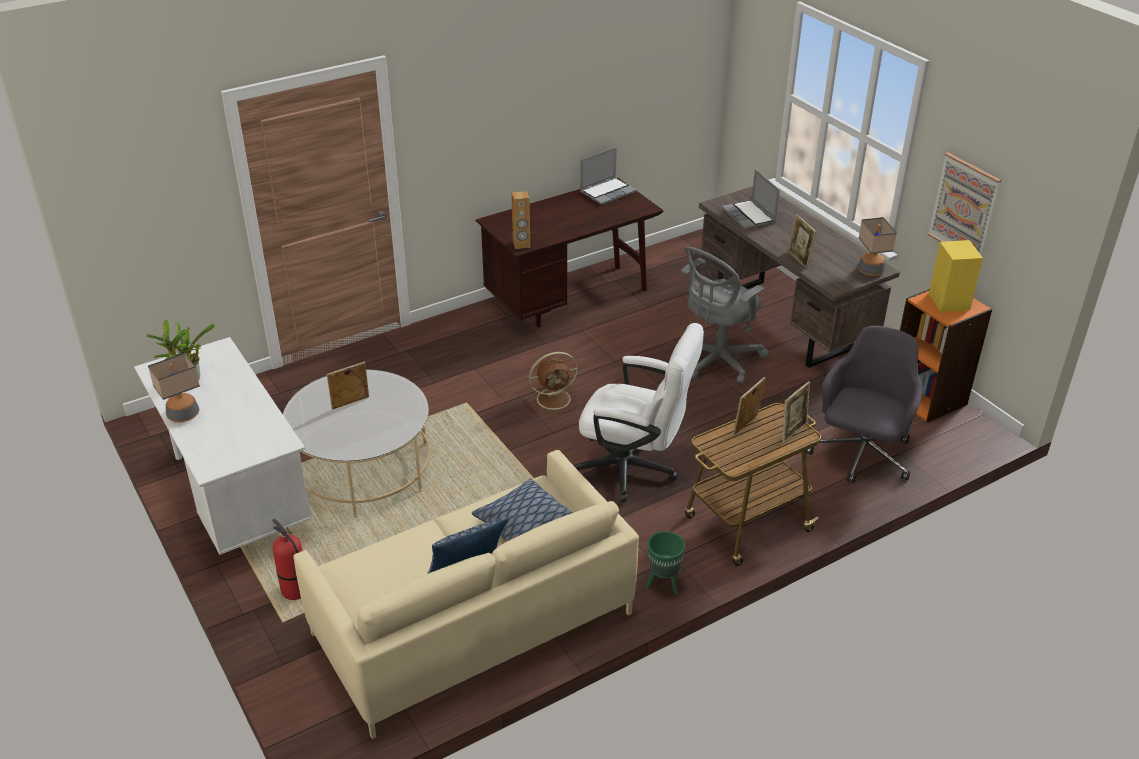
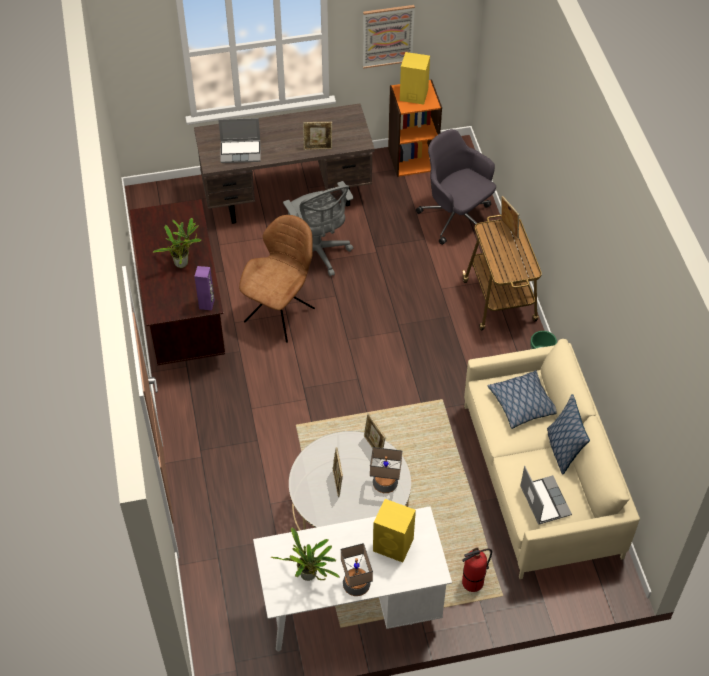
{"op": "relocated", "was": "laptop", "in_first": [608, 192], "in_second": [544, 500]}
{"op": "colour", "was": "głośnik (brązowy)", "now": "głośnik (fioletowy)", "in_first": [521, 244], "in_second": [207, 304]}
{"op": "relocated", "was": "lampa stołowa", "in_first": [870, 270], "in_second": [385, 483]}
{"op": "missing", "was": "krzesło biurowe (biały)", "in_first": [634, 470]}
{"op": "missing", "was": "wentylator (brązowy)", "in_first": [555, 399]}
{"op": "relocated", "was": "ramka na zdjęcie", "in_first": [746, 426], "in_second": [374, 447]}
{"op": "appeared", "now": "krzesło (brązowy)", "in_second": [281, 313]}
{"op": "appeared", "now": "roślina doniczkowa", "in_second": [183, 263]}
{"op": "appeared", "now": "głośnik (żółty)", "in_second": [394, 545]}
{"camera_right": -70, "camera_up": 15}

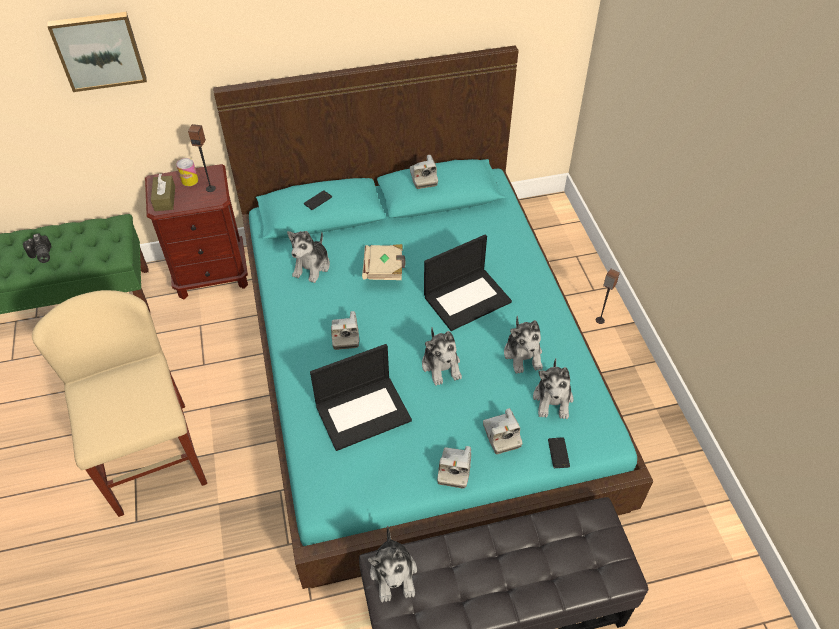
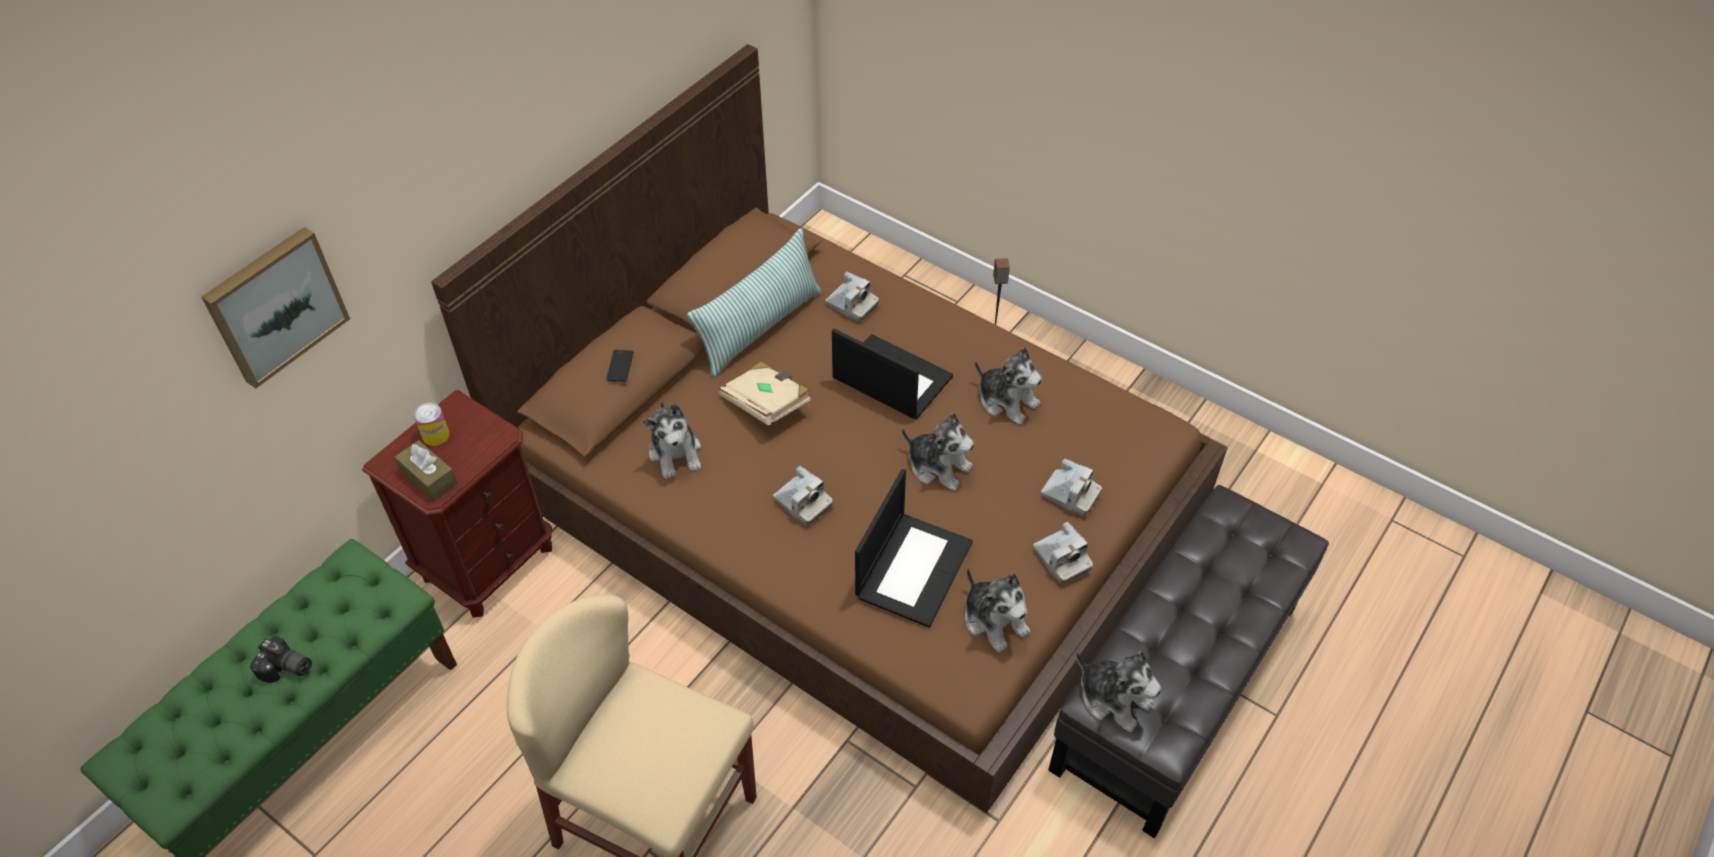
{"op": "colour", "was": "łóżko (turkusowy)", "now": "łóżko (brązowy)", "in_first": [419, 362], "in_second": [855, 497]}
{"op": "missing", "was": "głośnik", "in_first": [211, 188]}
{"op": "relocated", "was": "aparat fotograficzny", "in_first": [423, 178], "in_second": [852, 306]}
{"op": "spun", "was": "laptop", "in_first": [467, 298], "in_second": [890, 378], "clockwise": -75}
{"op": "relocated", "was": "pluszak", "in_first": [553, 399], "in_second": [994, 620]}
{"op": "missing", "was": "telefon", "in_first": [558, 453]}
{"op": "appeared", "now": "poduszka", "in_second": [760, 328]}
{"camera_right": -40, "camera_up": 0}

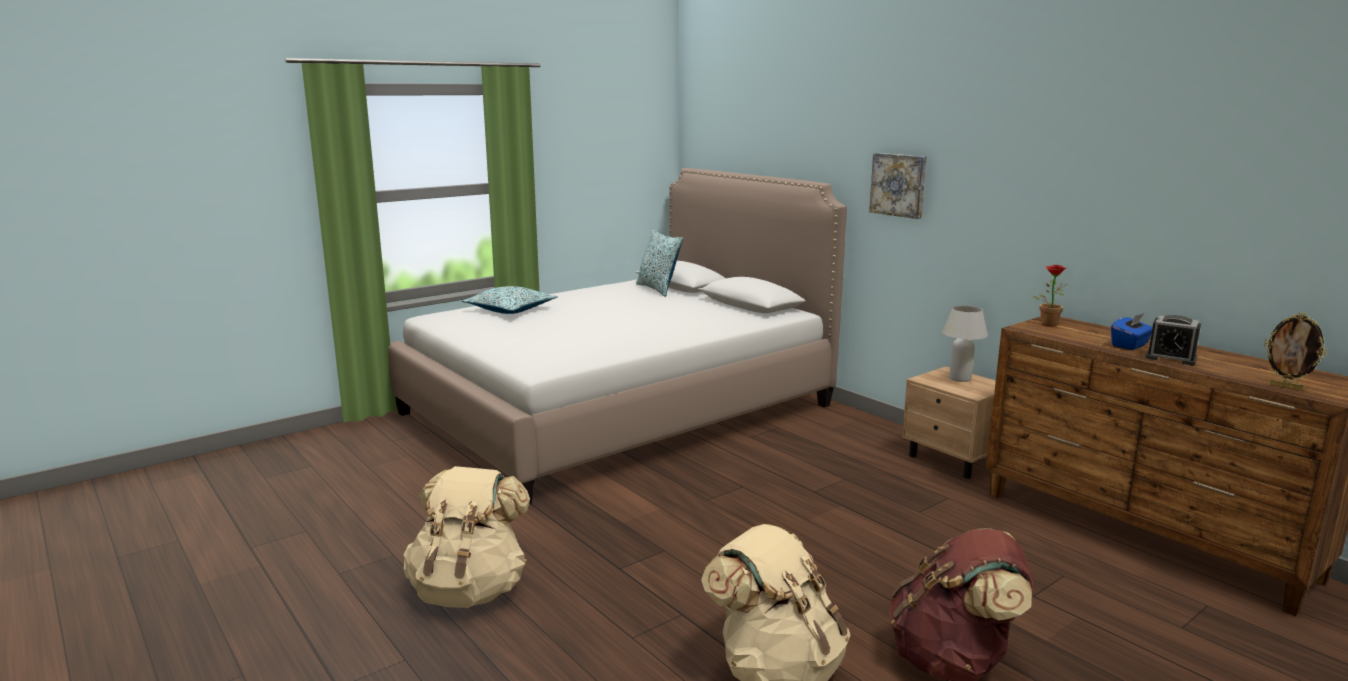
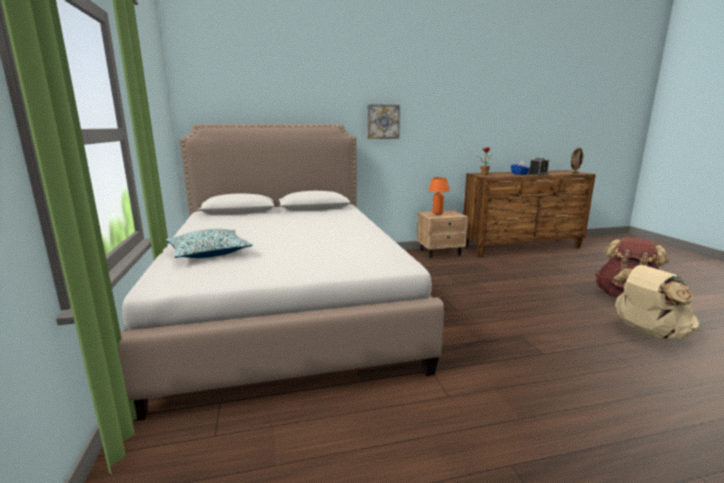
{"op": "missing", "was": "poduszka", "in_first": [658, 289]}
{"op": "colour", "was": "lampa stołowa (biały)", "now": "lampa stołowa (pomarańczowy)", "in_first": [960, 378], "in_second": [437, 213]}
{"op": "missing", "was": "plecak (beżowy)", "in_first": [470, 590]}
{"camera_right": -65, "camera_up": 0}

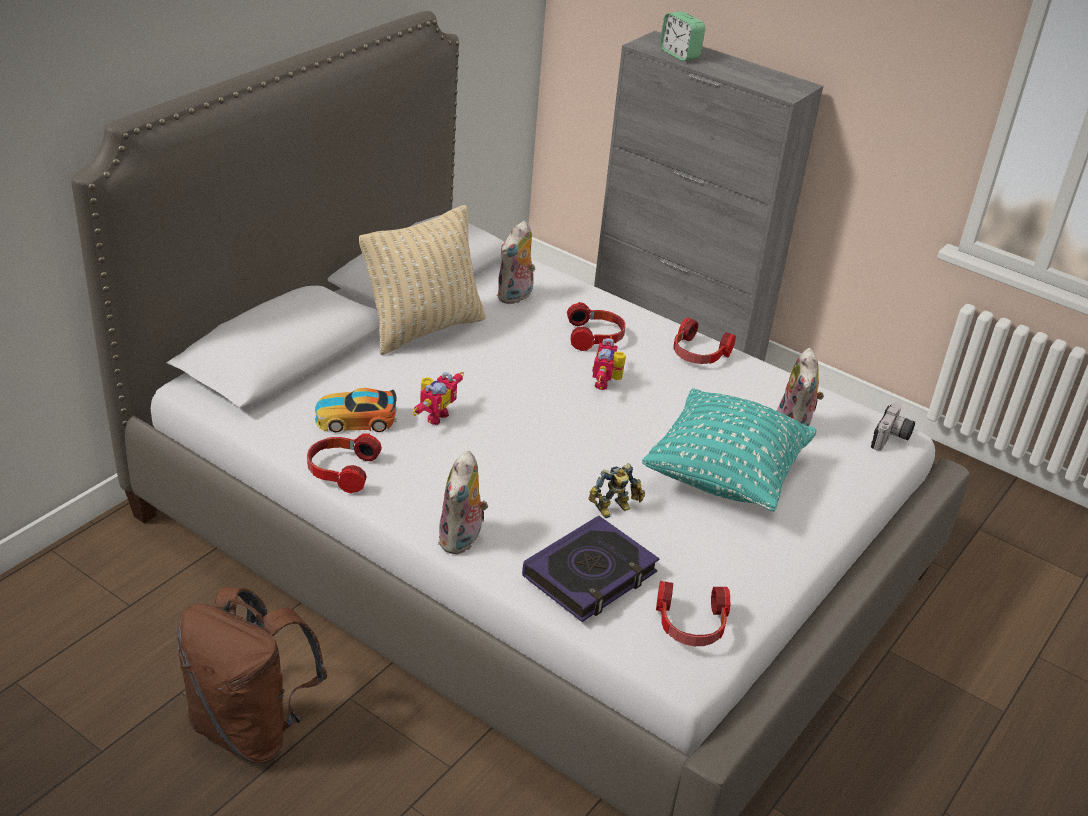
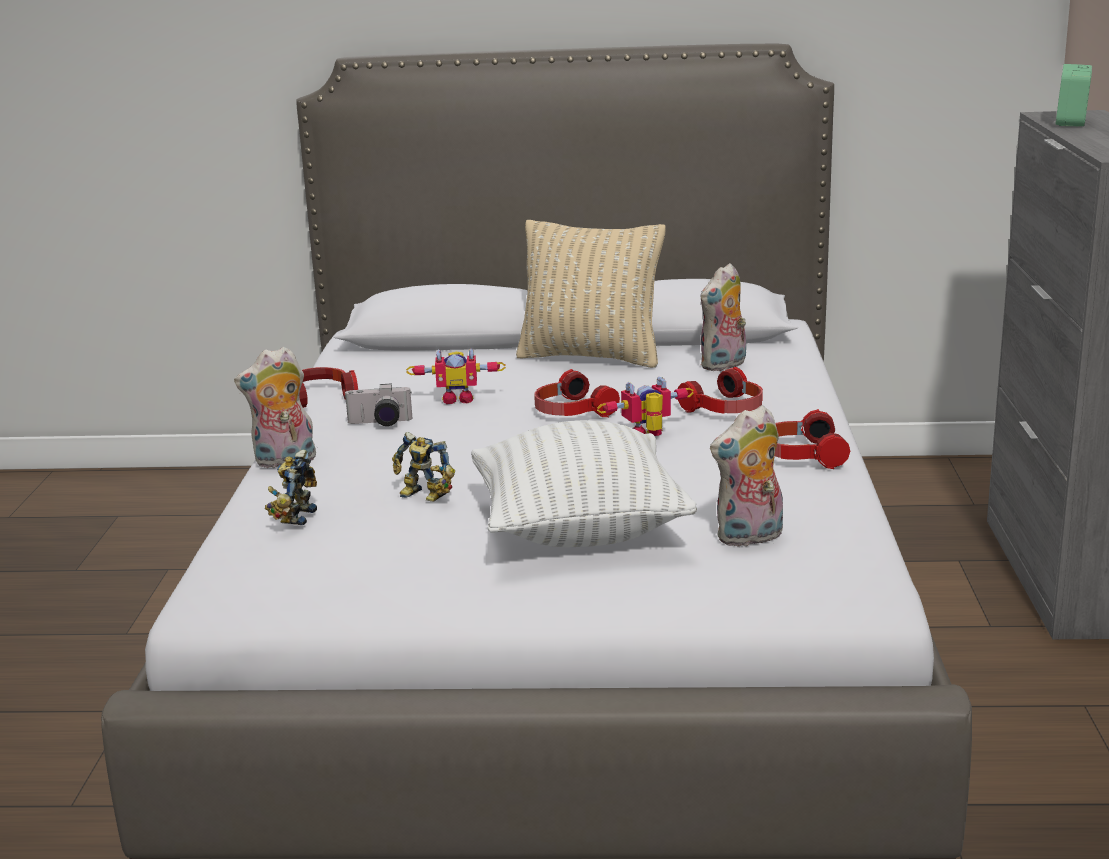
{"op": "spun", "was": "pluszak", "in_first": [515, 297], "in_second": [724, 365], "clockwise": -45}
{"op": "missing", "was": "samochodzik", "in_first": [355, 419]}
{"op": "colour", "was": "poduszka (turkusowy)", "now": "poduszka (biały)", "in_first": [724, 477], "in_second": [579, 530]}
{"op": "relocated", "was": "aparat fotograficzny", "in_first": [891, 439], "in_second": [380, 423]}
{"op": "exchanged", "was": "książka", "now": "robot zabawkowy", "in_first": [590, 575], "in_second": [294, 516]}
{"op": "relocated", "was": "słuchawki", "in_first": [691, 625], "in_second": [571, 412]}
{"op": "missing", "was": "plecak (brązowy)", "in_first": [251, 728]}
{"camera_right": 60, "camera_up": -15}

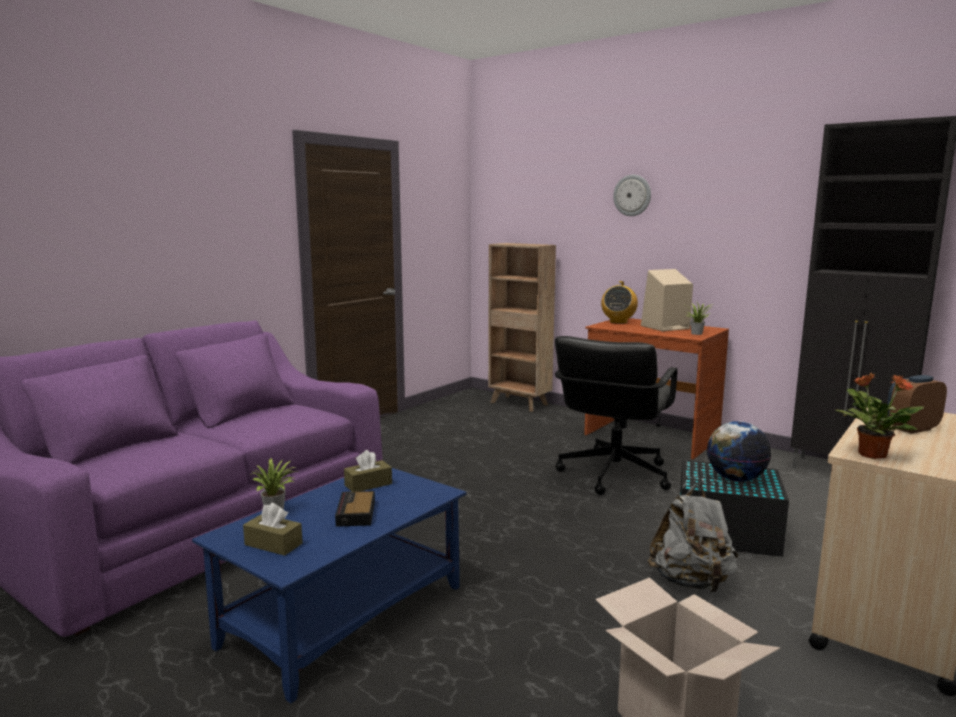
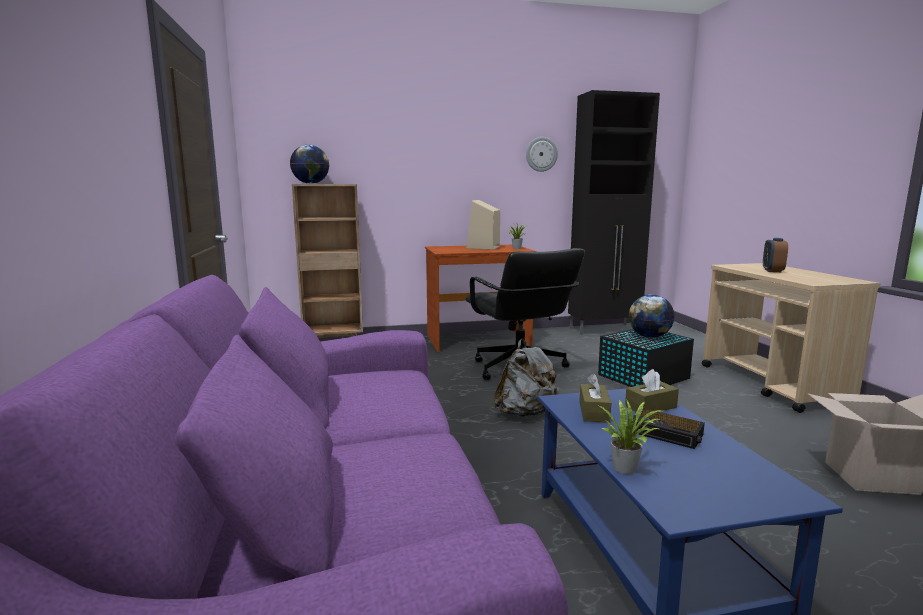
{"op": "relocated", "was": "zegar ścienny", "in_first": [632, 195], "in_second": [541, 154]}
{"op": "missing", "was": "radio", "in_first": [618, 322]}
{"op": "missing", "was": "roślina doniczkowa", "in_first": [871, 454]}
{"op": "relocated", "was": "plecak (szary)", "in_first": [691, 582], "in_second": [526, 413]}
{"op": "relocated", "was": "pudełko chusteczek (brązowy)", "in_first": [273, 544], "in_second": [650, 407]}
{"op": "appeared", "now": "globus", "in_second": [311, 183]}
{"camera_right": -50, "camera_up": 0}

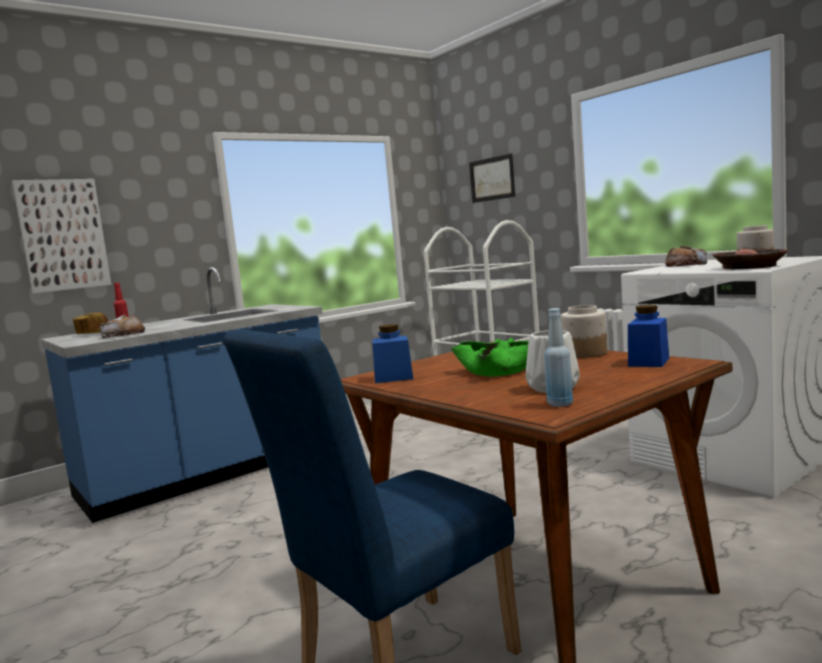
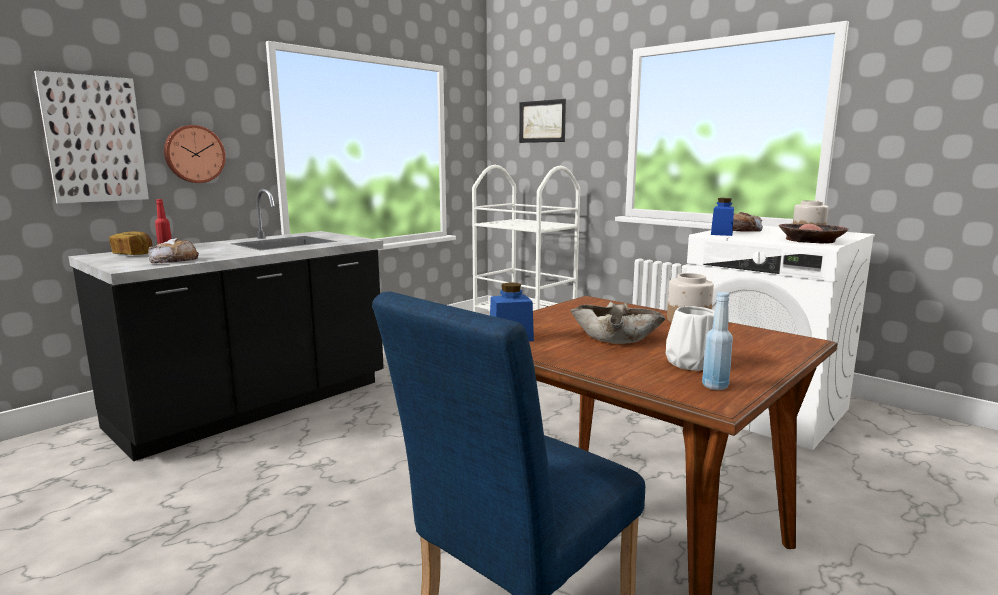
{"op": "colour", "was": "zabudowa kuchenna (niebieski)", "now": "zabudowa kuchenna (czarny)", "in_first": [209, 473], "in_second": [255, 406]}
{"op": "relocated", "was": "słoik (niebieski)", "in_first": [648, 362], "in_second": [721, 233]}
{"op": "colour", "was": "miska (zielony)", "now": "miska (beżowy)", "in_first": [498, 370], "in_second": [616, 336]}
{"op": "appeared", "now": "zegar ścienny", "in_second": [194, 154]}
{"camera_right": -10, "camera_up": 5}

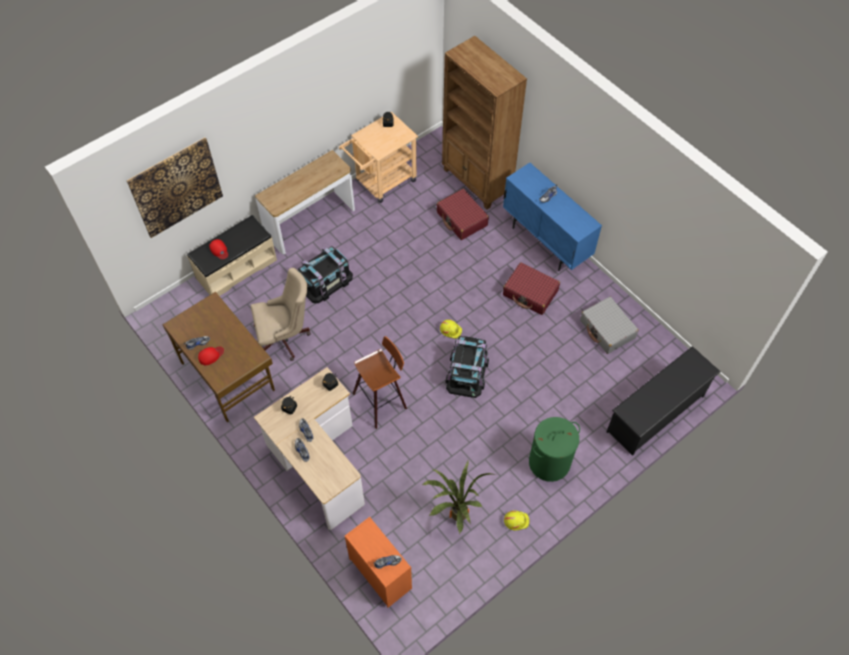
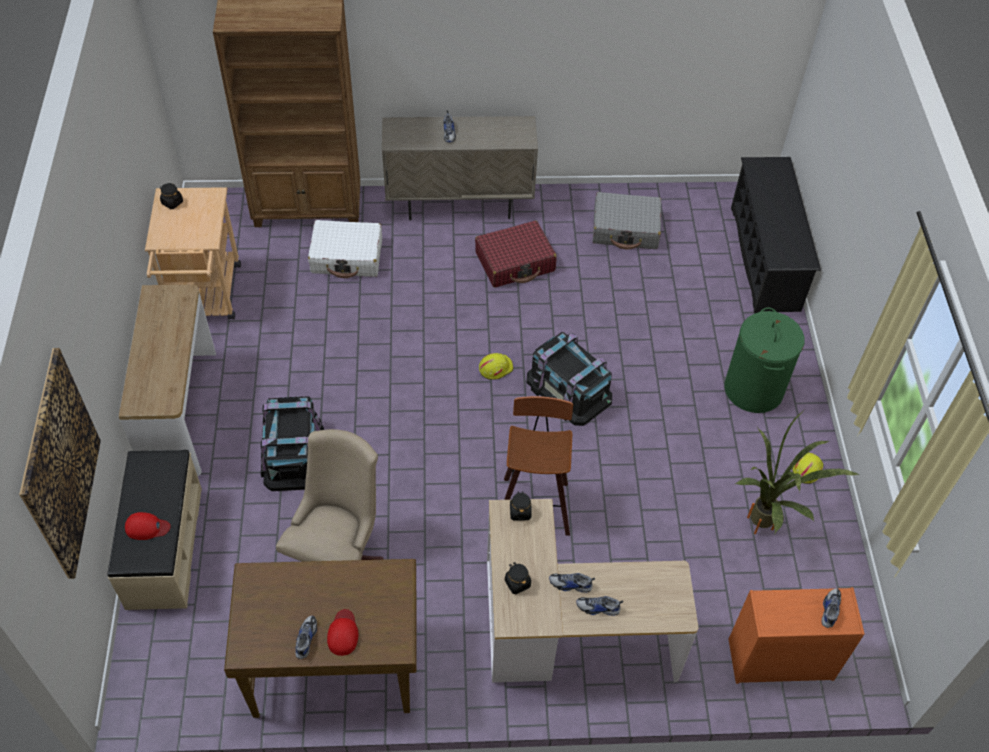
{"op": "colour", "was": "szafka (niebieski)", "now": "szafka (beżowy)", "in_first": [545, 242], "in_second": [459, 205]}
{"op": "colour", "was": "walizka (czerwony)", "now": "walizka (biały)", "in_first": [462, 219], "in_second": [347, 257]}
{"camera_right": -55, "camera_up": -5}

